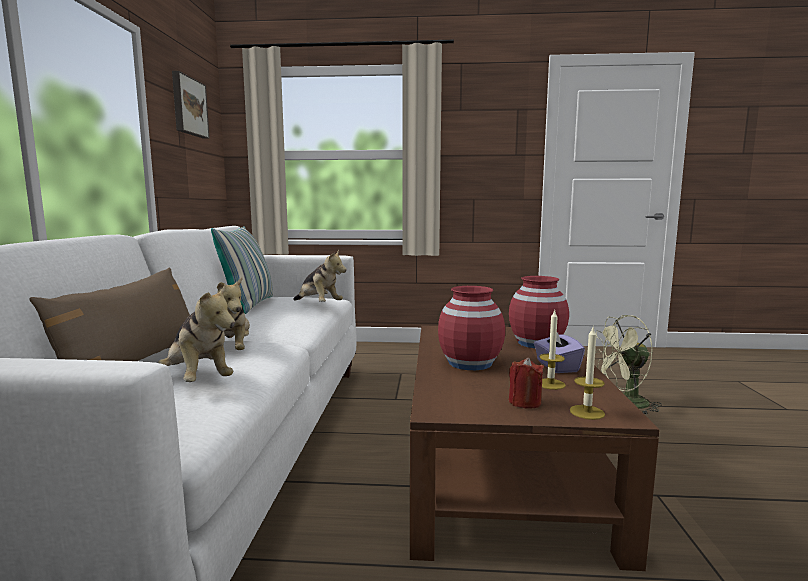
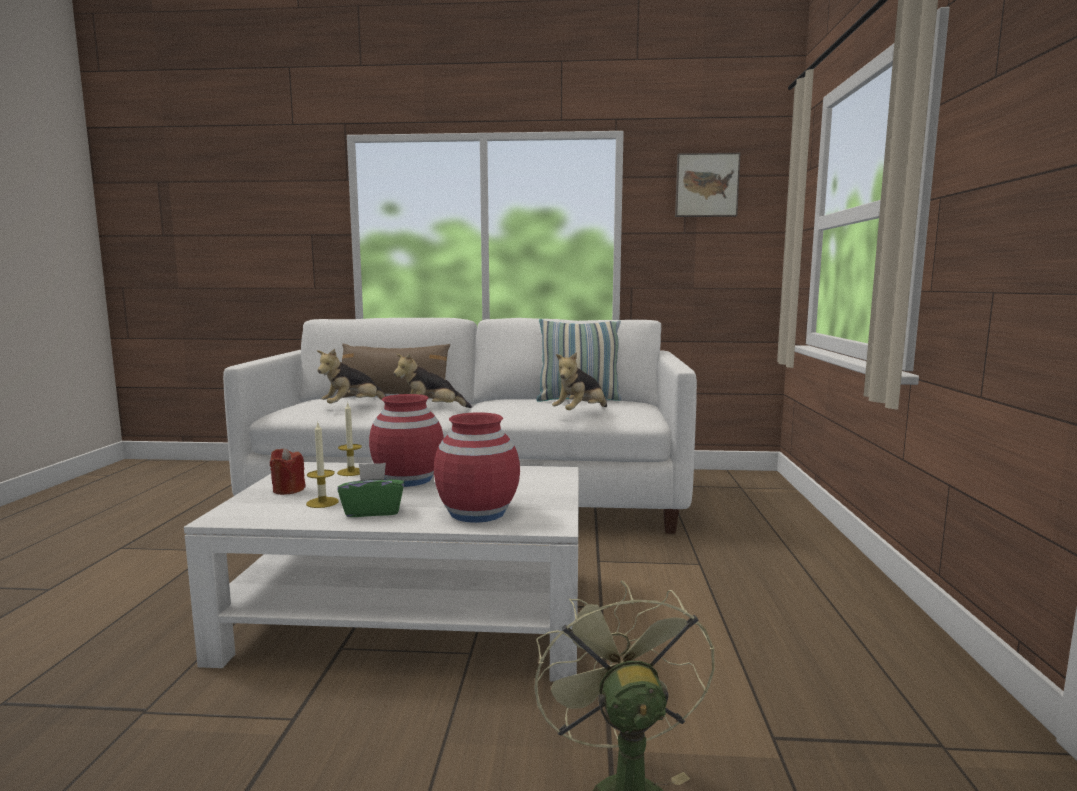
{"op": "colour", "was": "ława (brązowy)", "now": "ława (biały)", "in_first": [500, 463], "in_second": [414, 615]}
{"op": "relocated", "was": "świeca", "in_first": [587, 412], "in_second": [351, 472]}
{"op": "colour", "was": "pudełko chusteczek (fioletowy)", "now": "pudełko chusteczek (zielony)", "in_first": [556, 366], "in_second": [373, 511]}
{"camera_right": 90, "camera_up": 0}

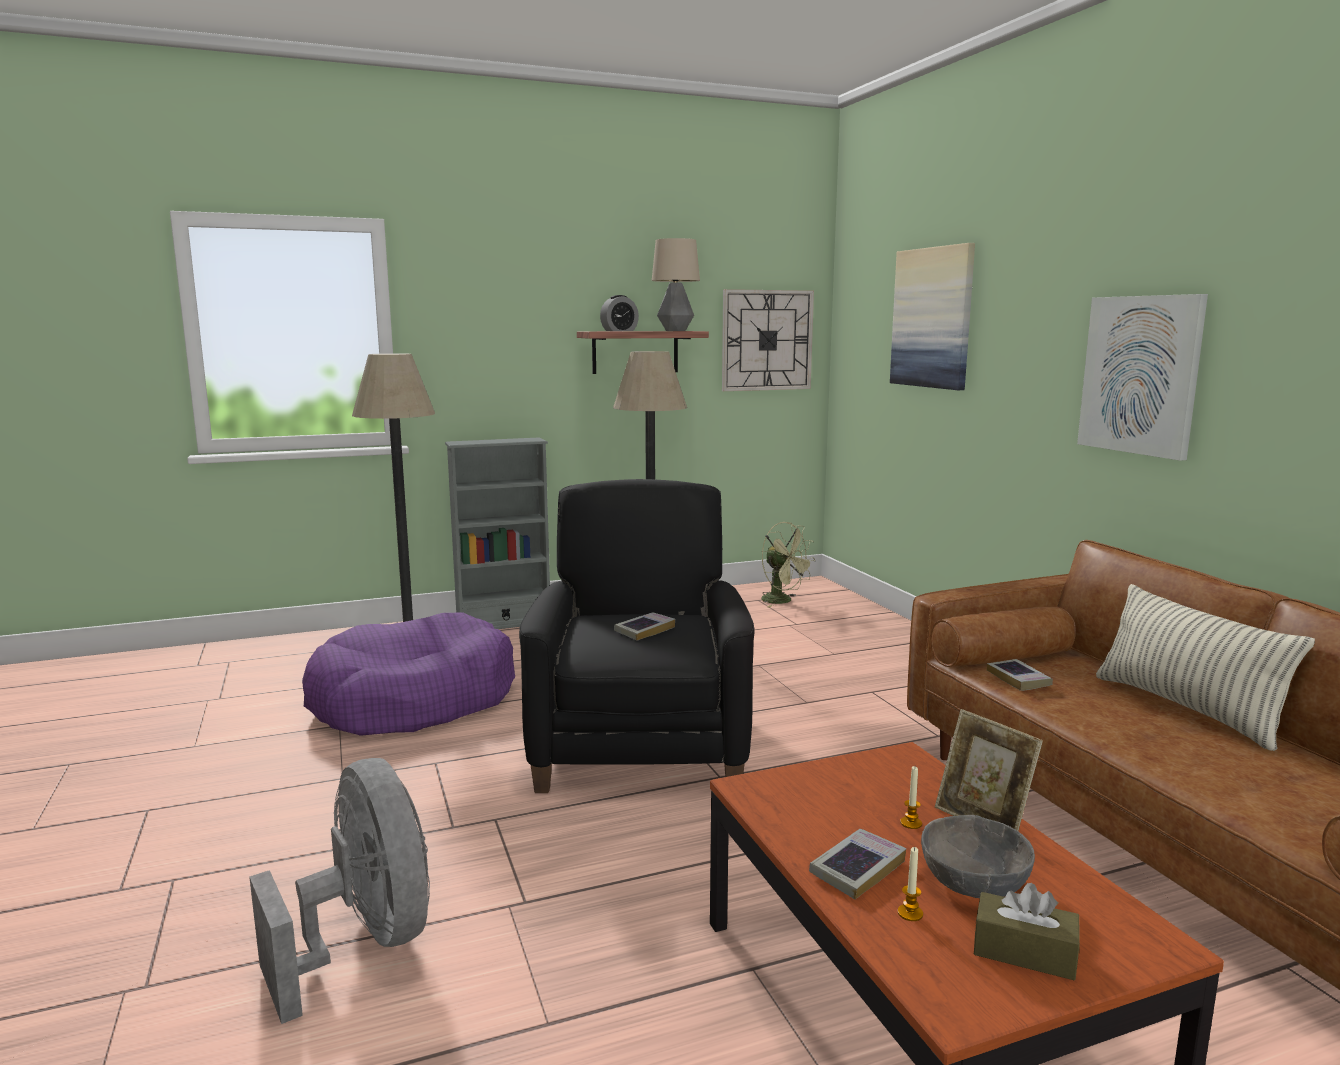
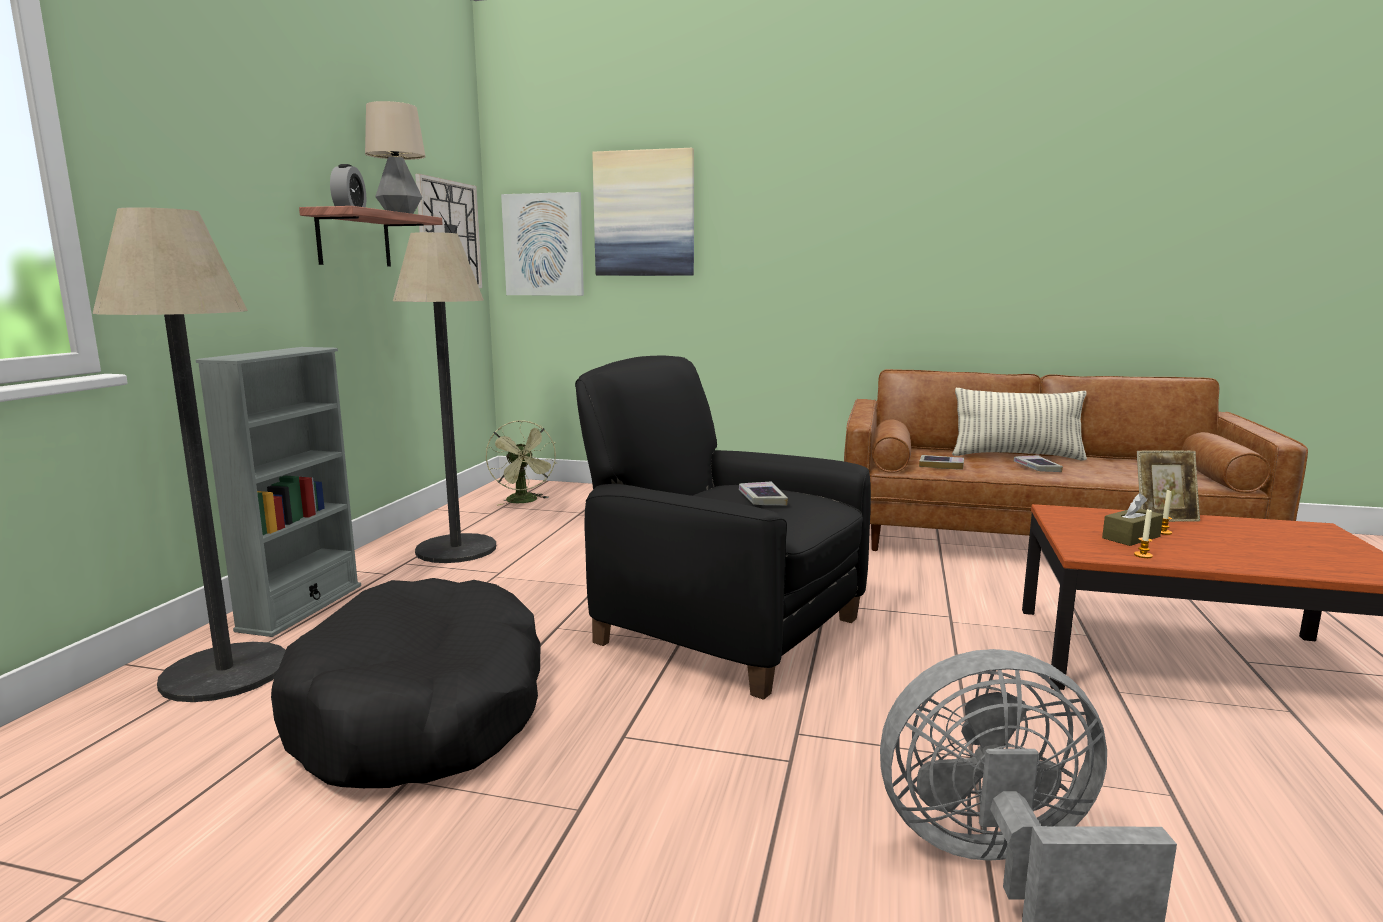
{"op": "relocated", "was": "obraz", "in_first": [1140, 375], "in_second": [543, 245]}
{"op": "spun", "was": "wentylator (zielony)", "in_first": [783, 601], "in_second": [524, 501], "clockwise": 75}
{"op": "colour", "was": "legowisko (fioletowy)", "now": "legowisko (czarny)", "in_first": [413, 700], "in_second": [422, 711]}
{"op": "missing", "was": "miska (szary)", "in_first": [974, 883]}
{"op": "relocated", "was": "książka", "in_first": [857, 869], "in_second": [1037, 468]}
{"op": "relocated", "was": "świeca", "in_first": [910, 913], "in_second": [1143, 555]}
{"op": "relocated", "was": "pudełko chusteczek (brązowy)", "in_first": [1024, 952], "in_second": [1131, 537]}
{"camera_right": -55, "camera_up": 0}

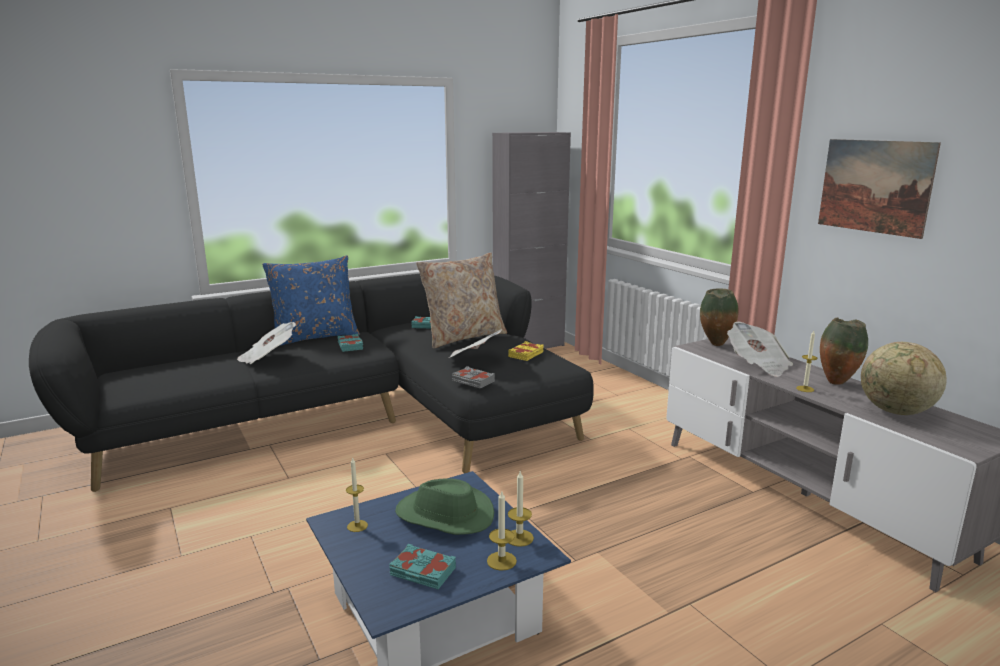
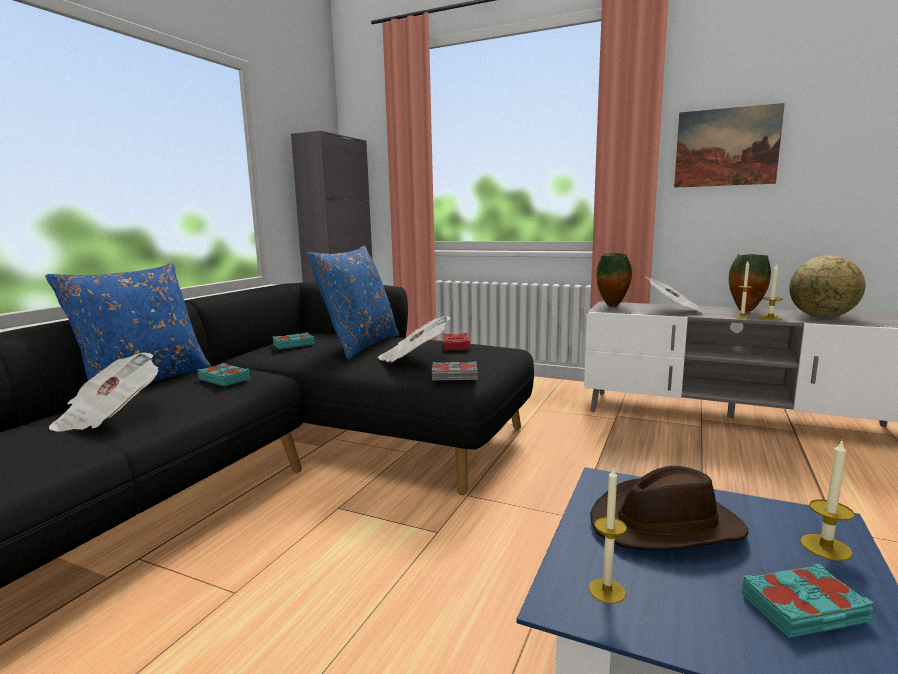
{"op": "colour", "was": "poduszka (beżowy)", "now": "poduszka (niebieski)", "in_first": [463, 337], "in_second": [359, 345]}
{"op": "colour", "was": "książka (żółty)", "now": "książka (czerwony)", "in_first": [526, 354], "in_second": [457, 346]}
{"op": "relocated", "was": "świeca", "in_first": [519, 538], "in_second": [770, 318]}
{"op": "colour", "was": "kapelusz (zielony)", "now": "kapelusz (brązowy)", "in_first": [444, 515], "in_second": [666, 525]}
{"camera_right": -35, "camera_up": -5}

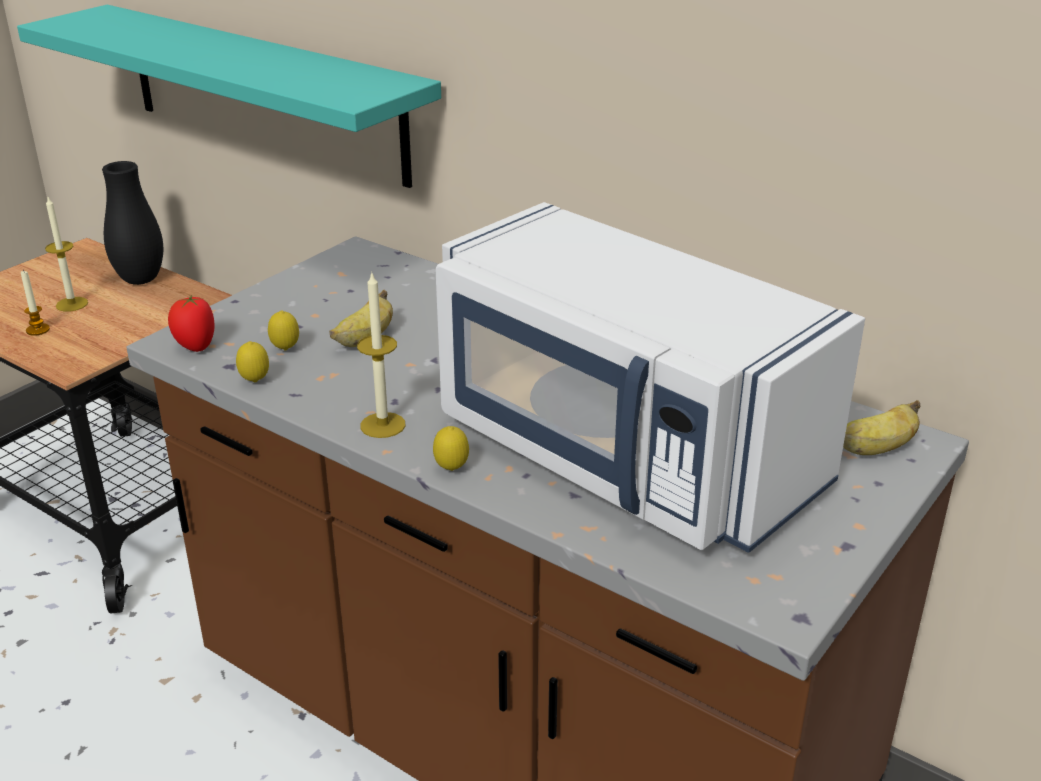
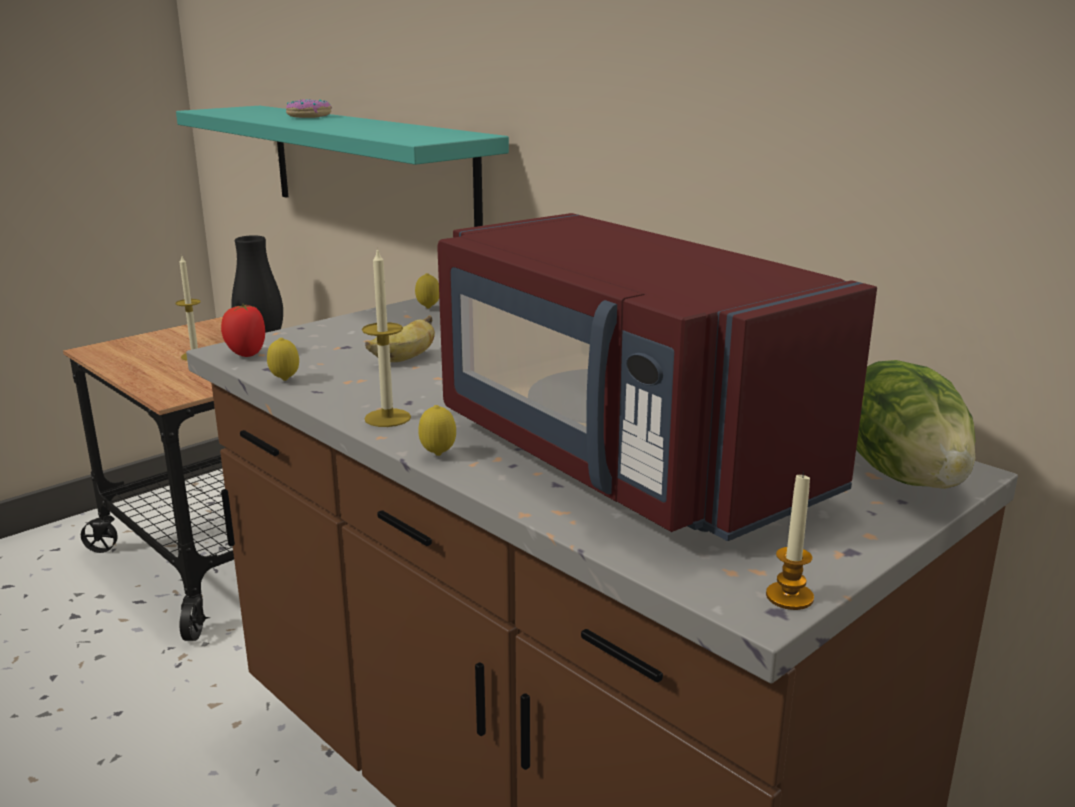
{"op": "colour", "was": "mikrofalówka (biały)", "now": "mikrofalówka (czerwony)", "in_first": [621, 455], "in_second": [619, 457]}
{"op": "relocated", "was": "świeca", "in_first": [38, 330], "in_second": [789, 597]}
{"op": "relocated", "was": "cytryna", "in_first": [285, 350], "in_second": [428, 308]}
{"op": "exchanged", "was": "banan", "now": "sałata", "in_first": [875, 449], "in_second": [904, 473]}
{"op": "appeared", "now": "donut", "in_second": [309, 116]}
{"camera_right": 10, "camera_up": -10}

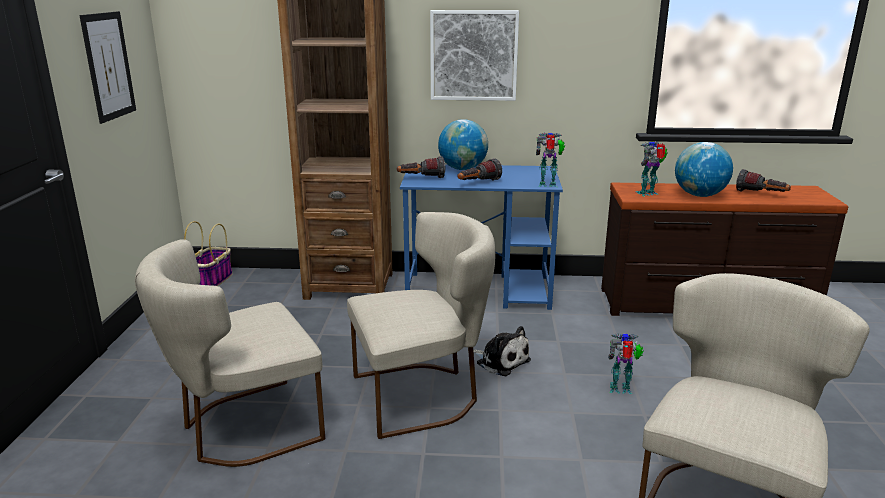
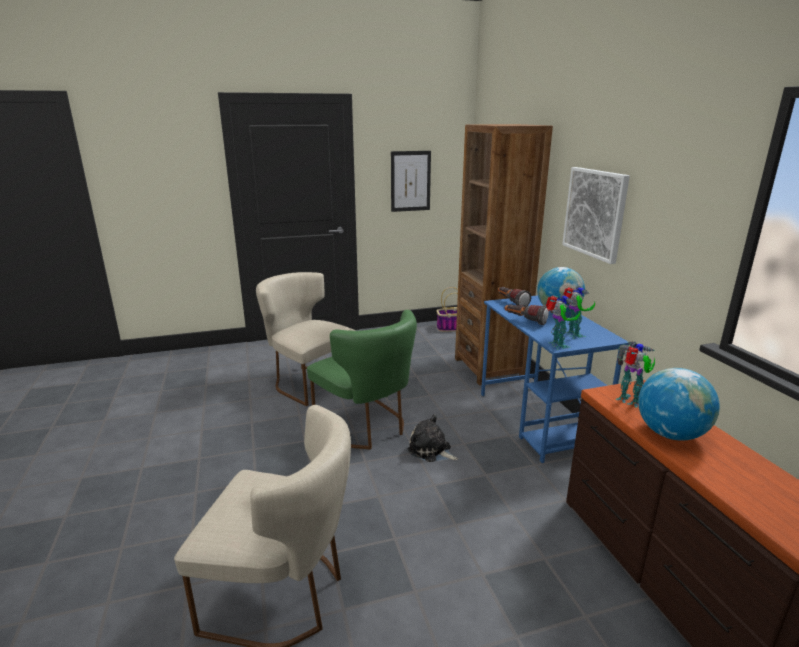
{"op": "missing", "was": "latarka", "in_first": [761, 194]}
{"op": "colour", "was": "krzesło (beżowy)", "now": "krzesło (zielony)", "in_first": [423, 395], "in_second": [367, 427]}
{"op": "spun", "was": "pluszak", "in_first": [501, 361], "in_second": [431, 450], "clockwise": 105}
{"op": "relocated", "was": "robot zabawkowy", "in_first": [621, 390], "in_second": [573, 335]}
{"camera_right": 70, "camera_up": 0}

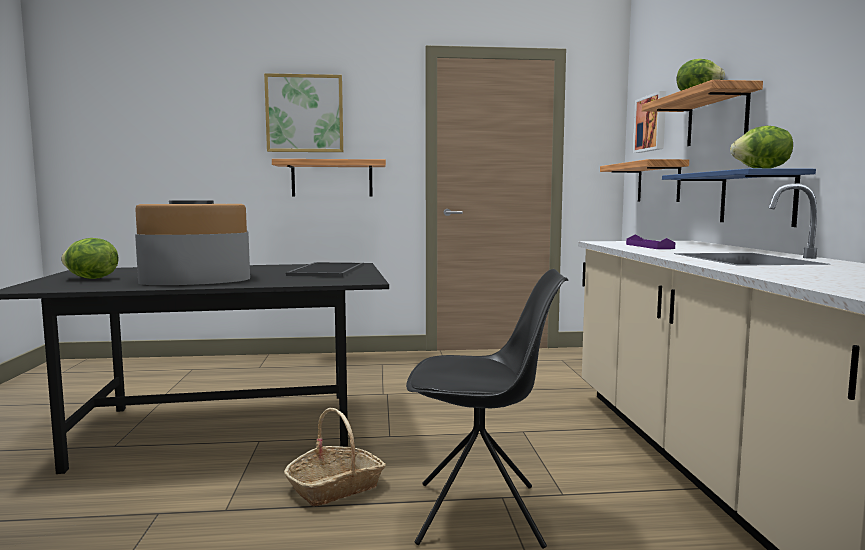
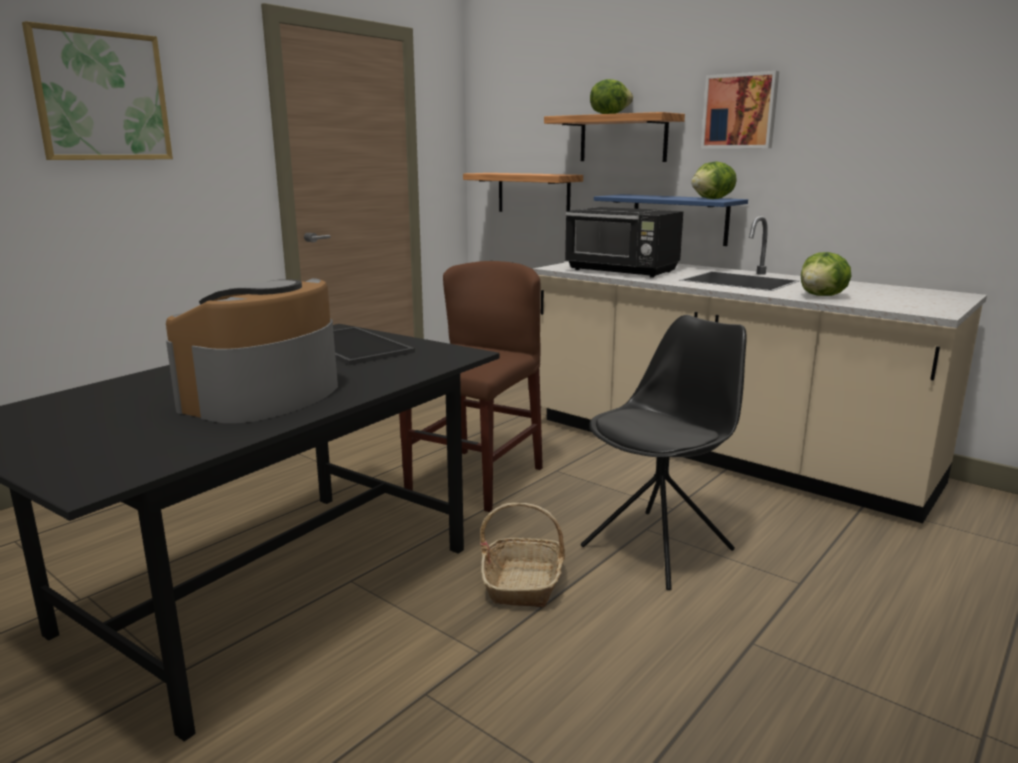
{"op": "relocated", "was": "obraz", "in_first": [652, 123], "in_second": [740, 111]}
{"op": "missing", "was": "półka", "in_first": [332, 179]}
{"op": "exchanged", "was": "taca (fioletowy)", "now": "mikrofalówka (czarny)", "in_first": [649, 246], "in_second": [622, 271]}
{"op": "relocated", "was": "sałata", "in_first": [91, 278], "in_second": [822, 296]}
{"op": "appeared", "now": "krzesło (brązowy)", "in_second": [475, 479]}
{"camera_right": -45, "camera_up": 10}

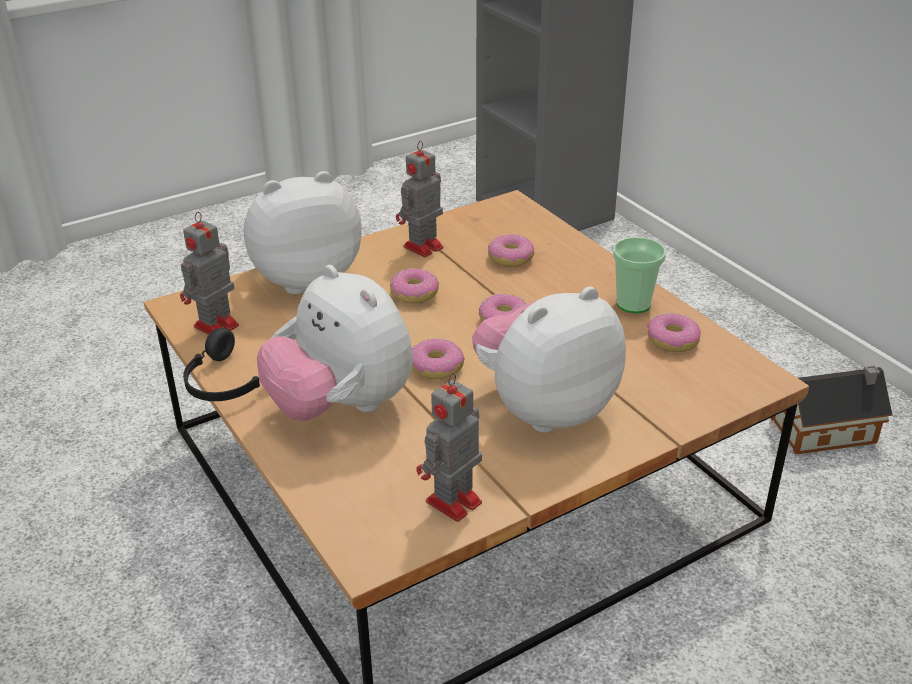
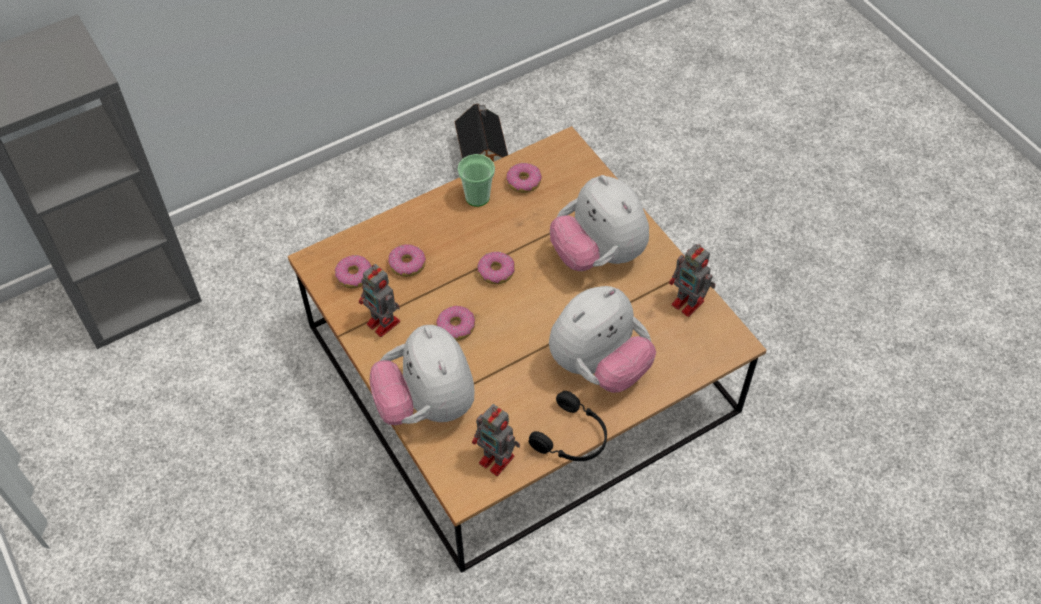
{"op": "relocated", "was": "donut", "in_first": [436, 367], "in_second": [354, 276]}
{"camera_right": -90, "camera_up": 20}

